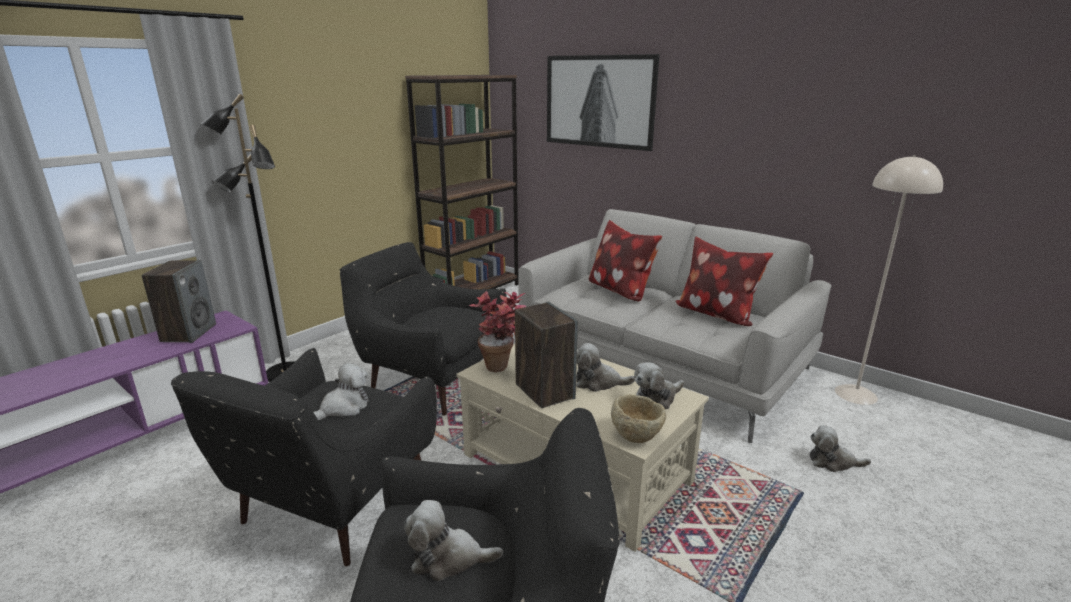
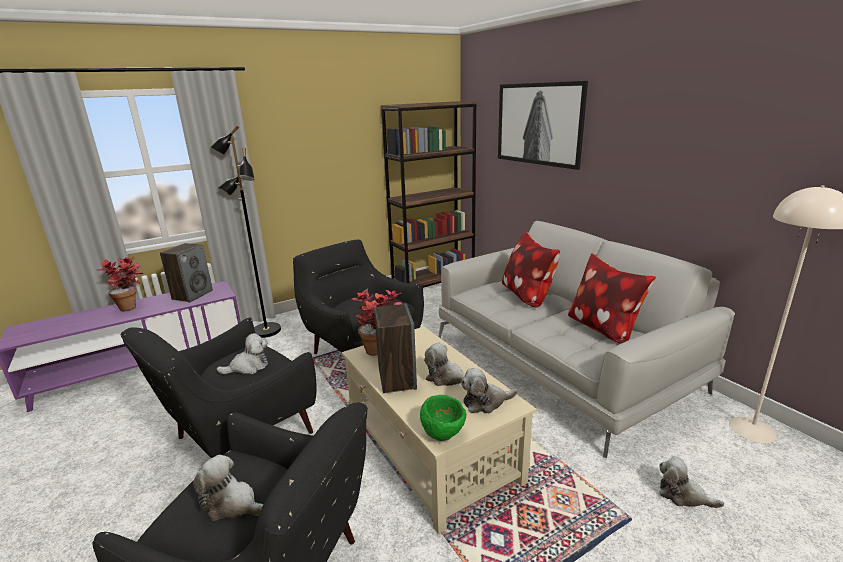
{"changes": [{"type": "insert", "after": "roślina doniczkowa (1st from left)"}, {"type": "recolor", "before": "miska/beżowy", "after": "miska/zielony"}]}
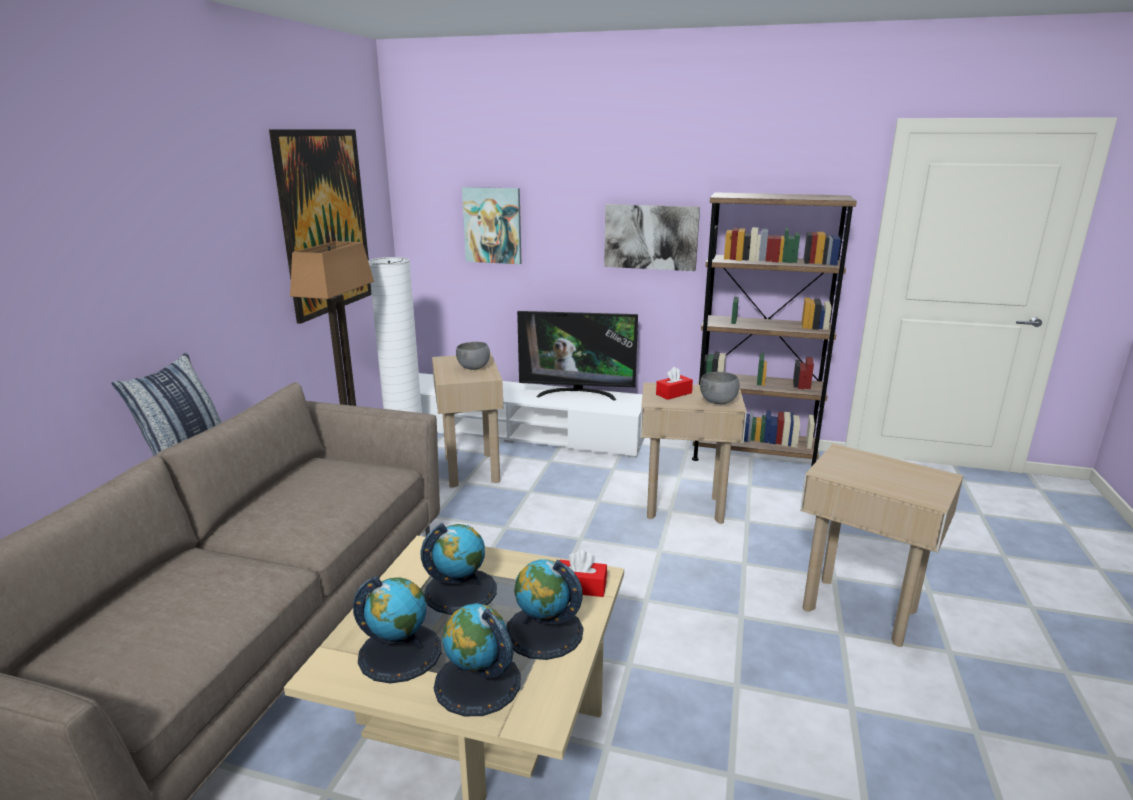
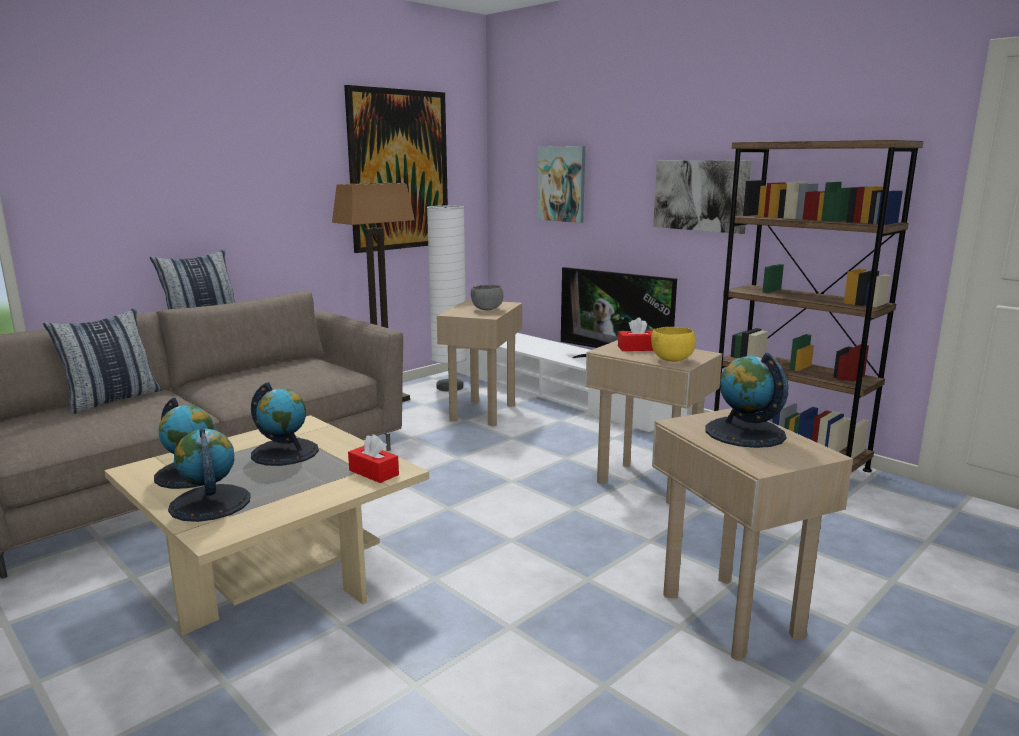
{"changes": [{"type": "insert", "after": "poduszka (1st from left)"}, {"type": "move", "before": "globus (4th from left)"}, {"type": "recolor", "before": "miska/szary (2nd from left)", "after": "miska/żółty"}]}
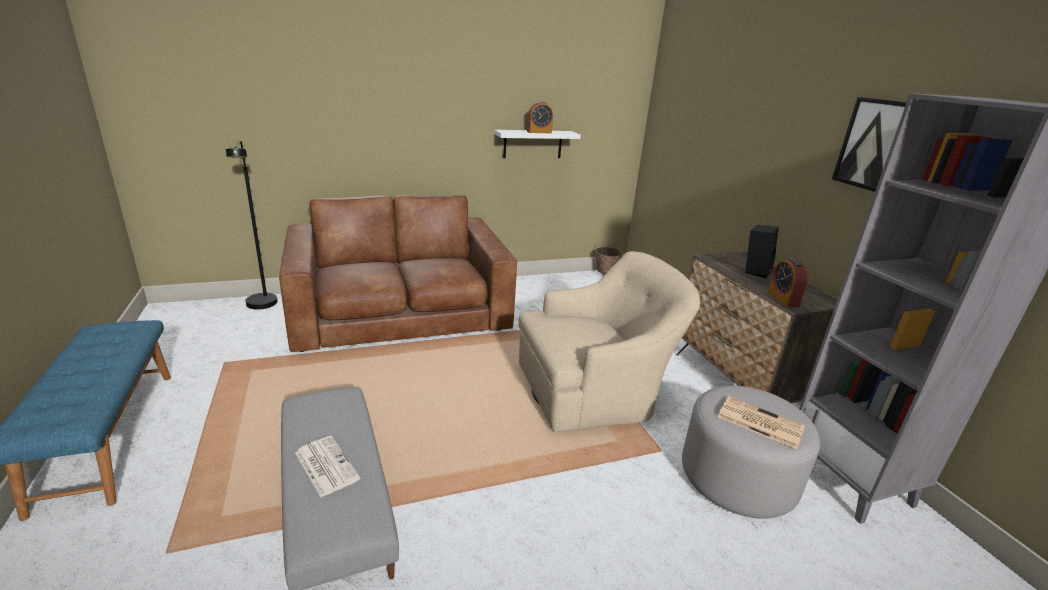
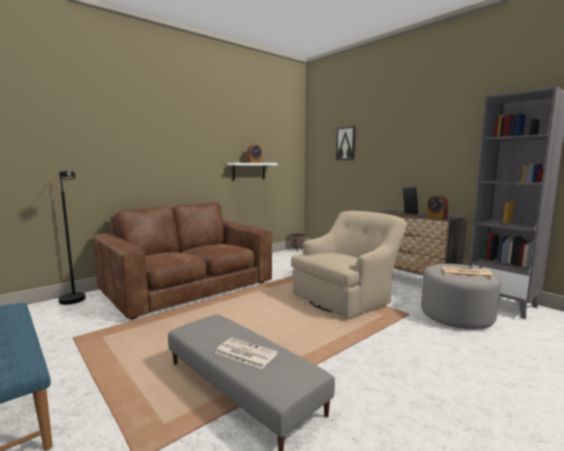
{"changes": [{"type": "move", "before": "obraz"}]}
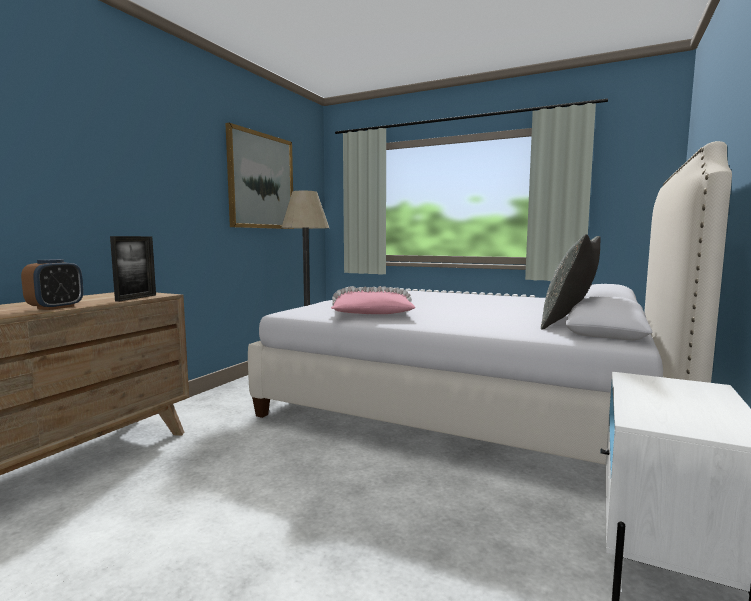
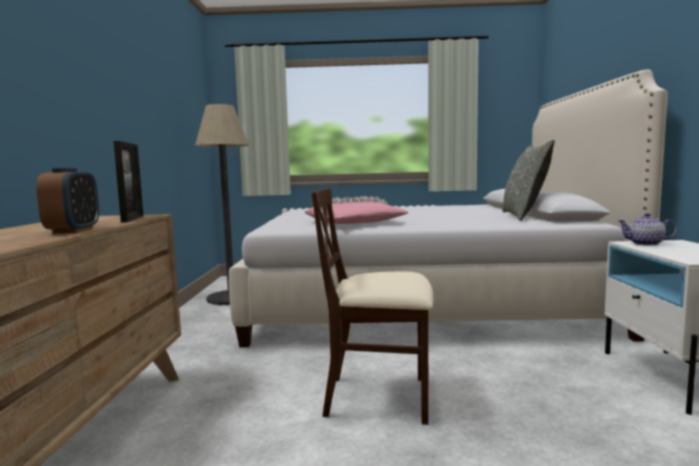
{"changes": [{"type": "delete", "before": "obraz"}, {"type": "insert", "after": "krzesło/beżowy"}, {"type": "insert", "after": "imbryk"}]}
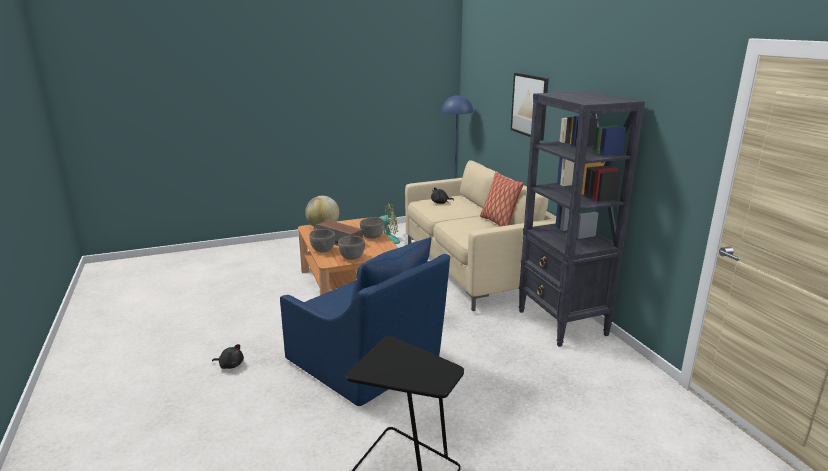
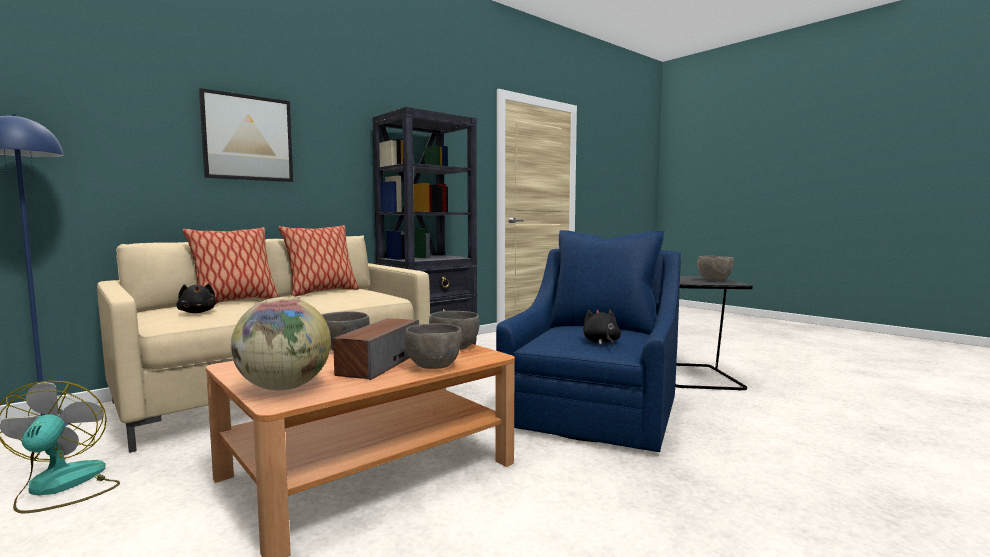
{"changes": [{"type": "insert", "after": "poduszka (1st from left)"}, {"type": "insert", "after": "miska/szary (4th from left)"}, {"type": "move", "before": "pluszak/czarny (1st from left in the first image)", "after": "pluszak/czarny (2nd from left)"}]}
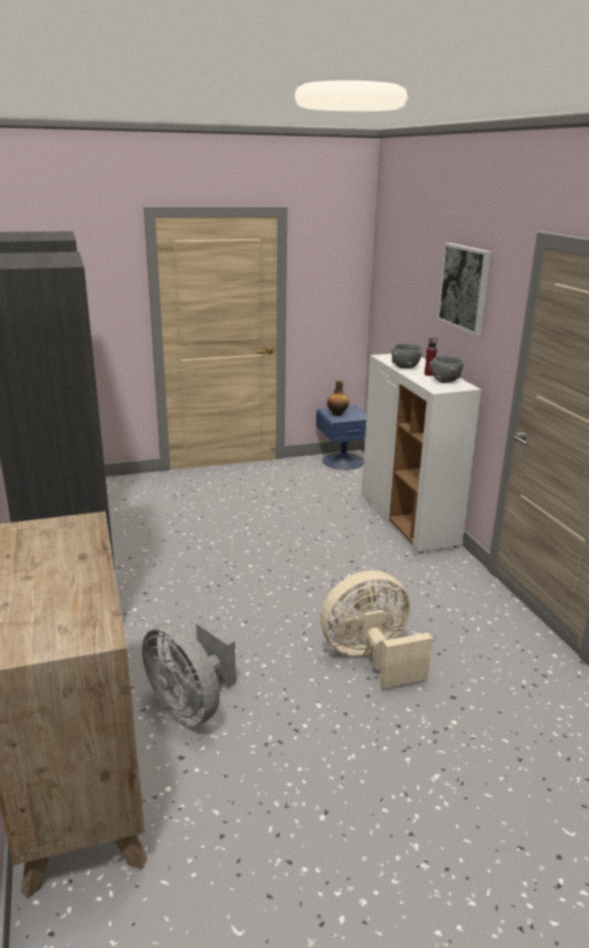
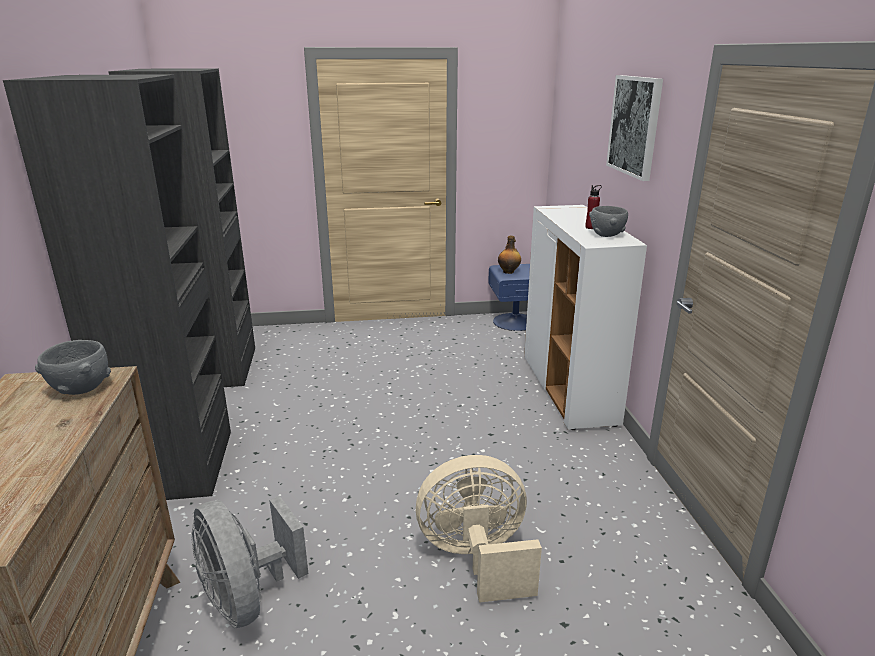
{"changes": [{"type": "move", "before": "miska/szary (1st from left)"}]}
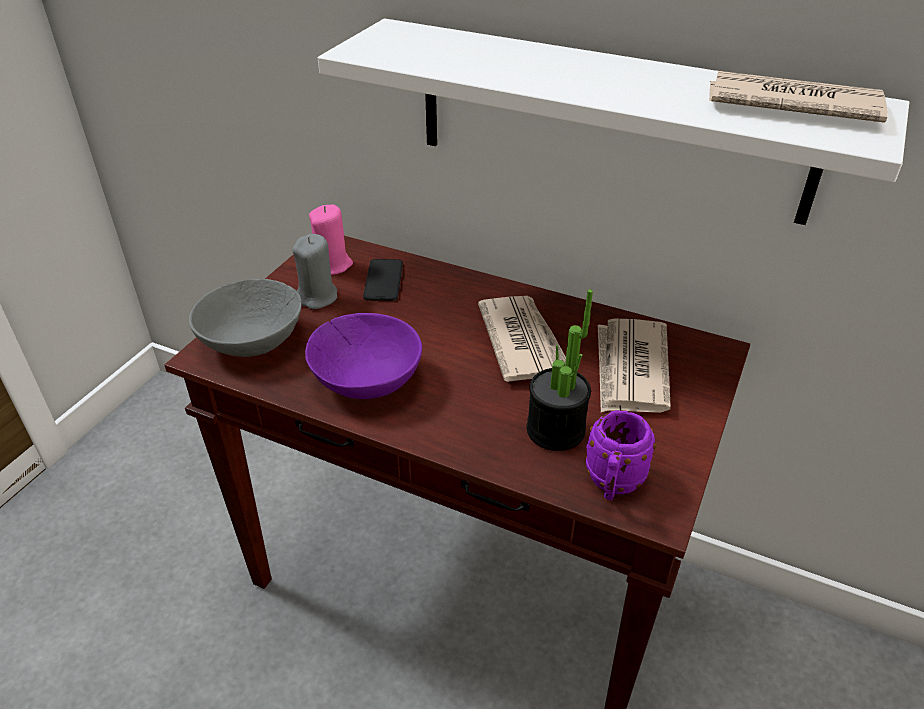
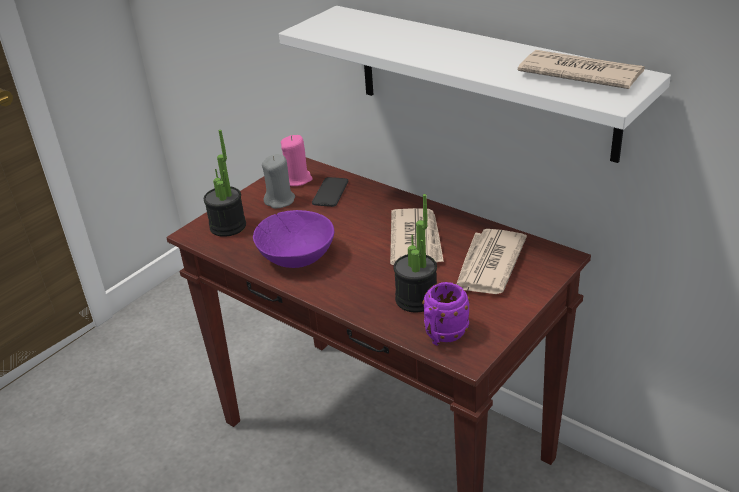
{"changes": [{"type": "replace", "before": "miska/szary", "after": "roślina doniczkowa (1st from left)"}]}
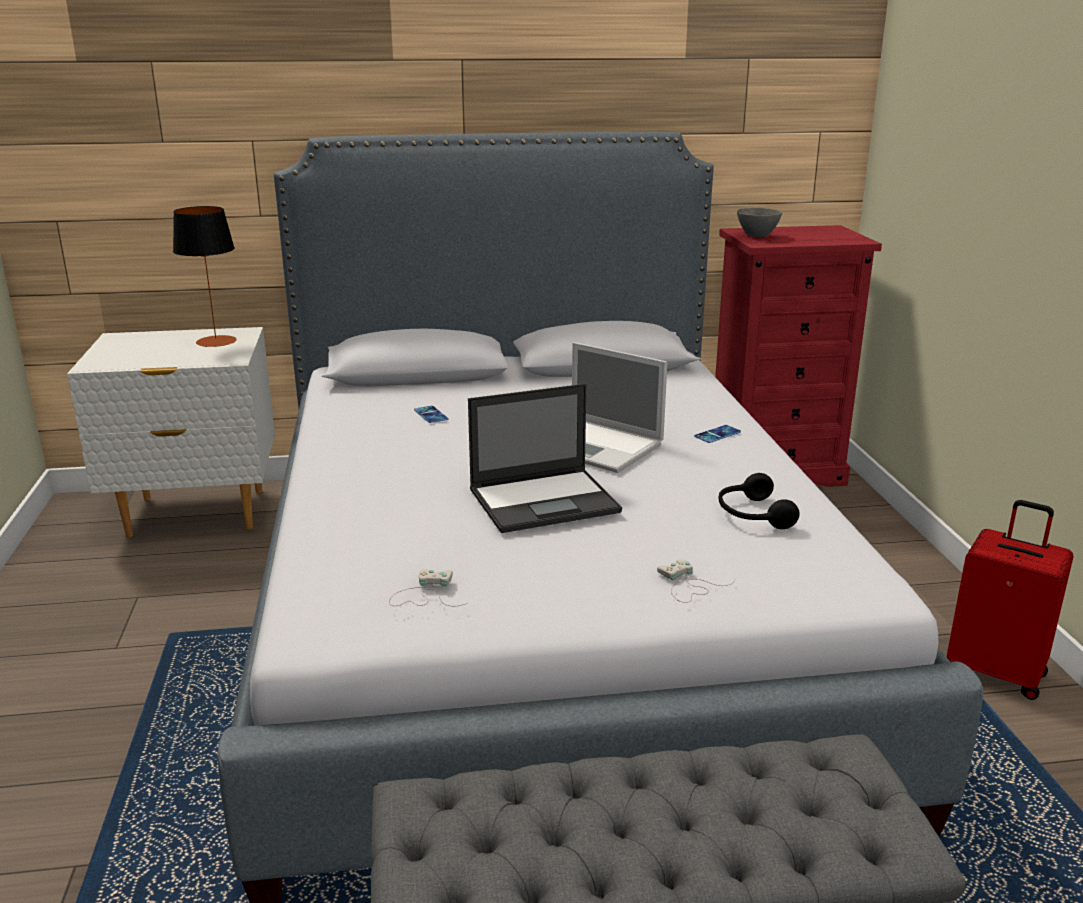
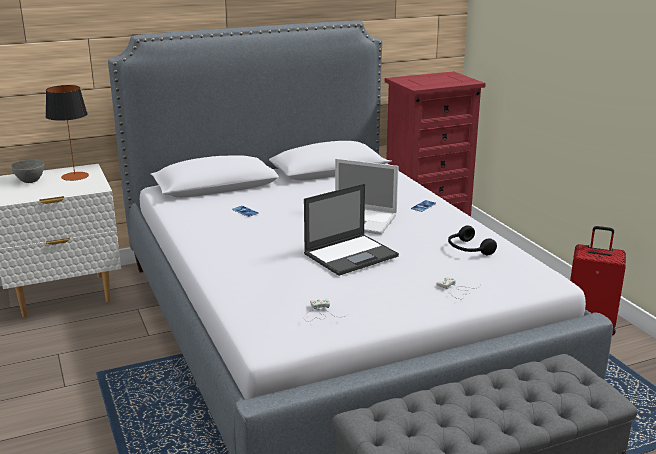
{"changes": [{"type": "move", "before": "miska/szary"}]}
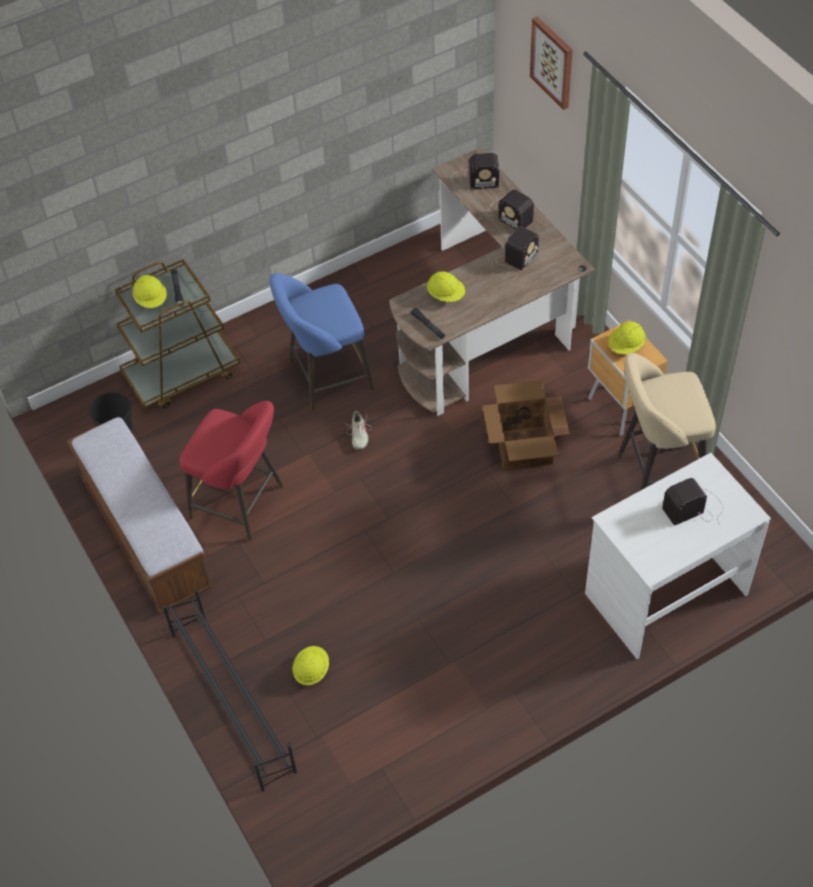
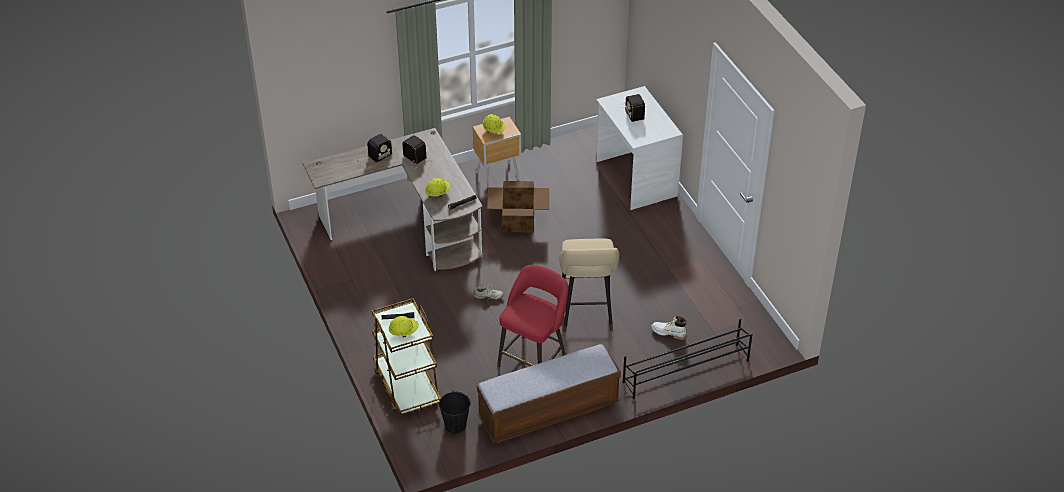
{"changes": [{"type": "delete", "before": "stołek/niebieski"}, {"type": "delete", "before": "radio (1st from left)"}, {"type": "delete", "before": "obraz"}, {"type": "move", "before": "stołek/beżowy"}, {"type": "replace", "before": "kask/żółty (2nd from left)", "after": "but z cholewką/biały"}]}
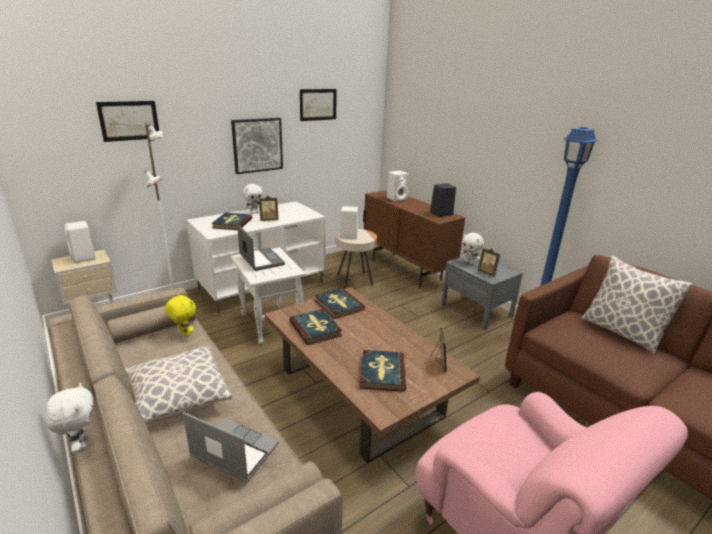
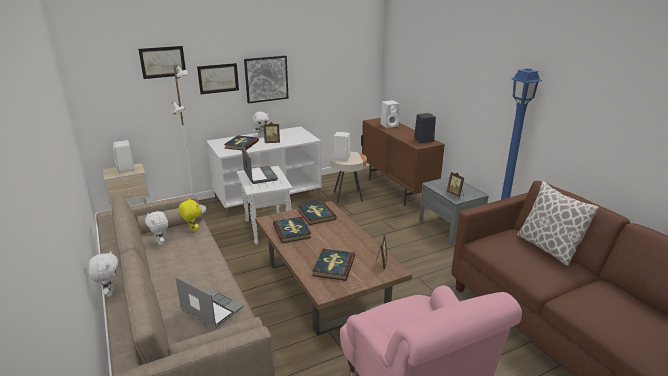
{"changes": [{"type": "delete", "before": "poduszka (1st from left)"}, {"type": "move", "before": "obraz (3rd from left in the first image)", "after": "obraz (2nd from left)"}, {"type": "move", "before": "pluszak/biały (3rd from left in the first image)", "after": "pluszak/biały (2nd from left)"}]}
